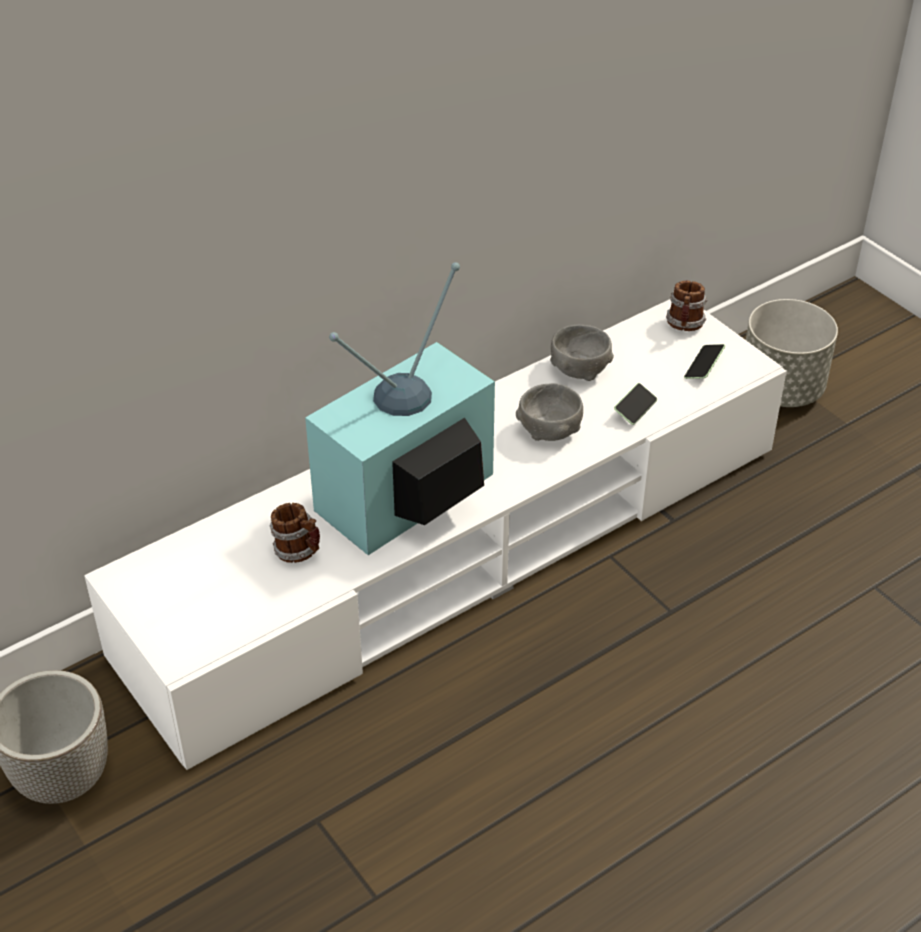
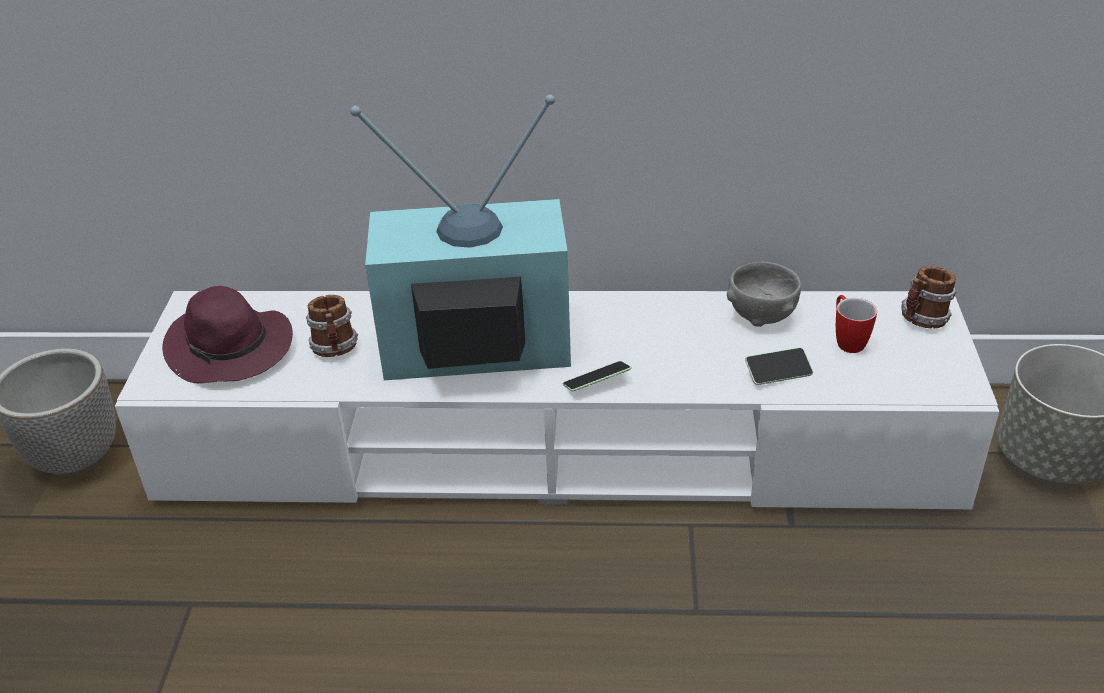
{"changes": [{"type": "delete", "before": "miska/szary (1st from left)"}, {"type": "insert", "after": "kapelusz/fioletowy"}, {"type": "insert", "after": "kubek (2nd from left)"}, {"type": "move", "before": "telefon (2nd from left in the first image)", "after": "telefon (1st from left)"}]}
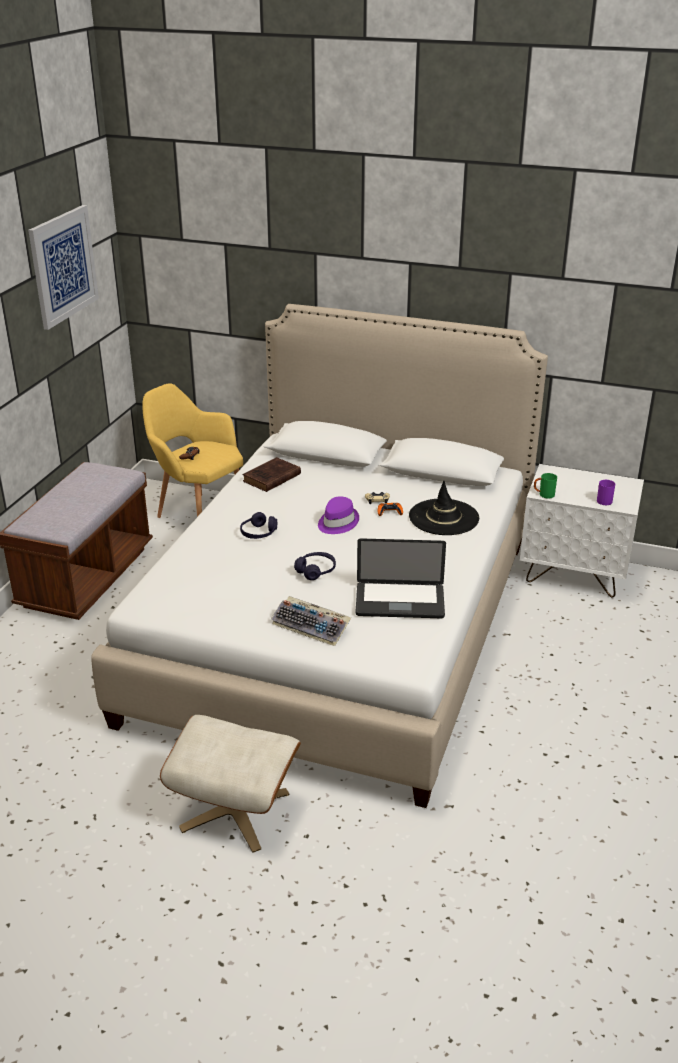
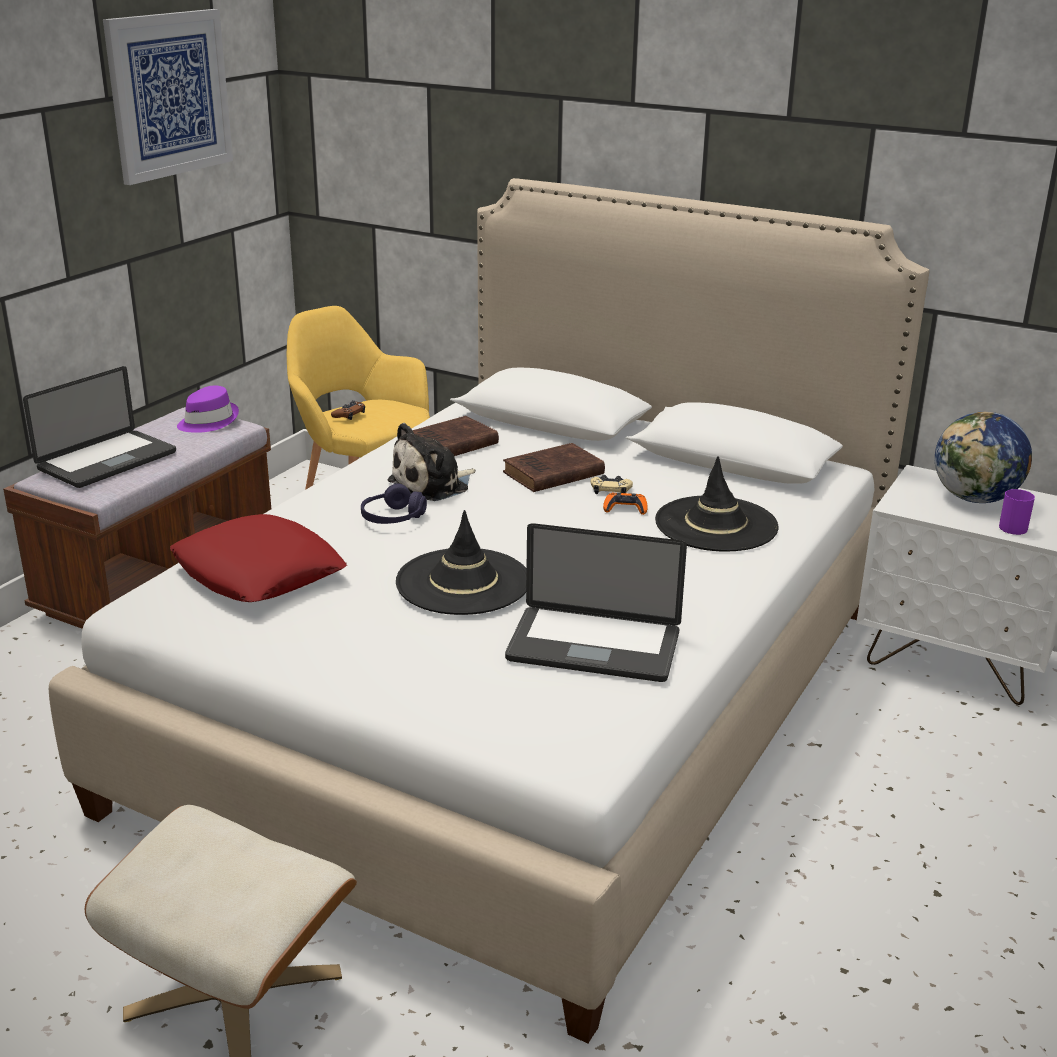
{"changes": [{"type": "delete", "before": "klawiatura"}, {"type": "delete", "before": "kubek/zielony"}, {"type": "insert", "after": "laptop (1st from left)"}, {"type": "insert", "after": "poduszka/czerwony"}, {"type": "insert", "after": "pluszak"}, {"type": "insert", "after": "książka/brązowy (2nd from left)"}, {"type": "insert", "after": "globus"}, {"type": "move", "before": "kapelusz/fioletowy"}, {"type": "replace", "before": "słuchawki/fioletowy (2nd from left)", "after": "kapelusz/czarny (1st from left)"}]}
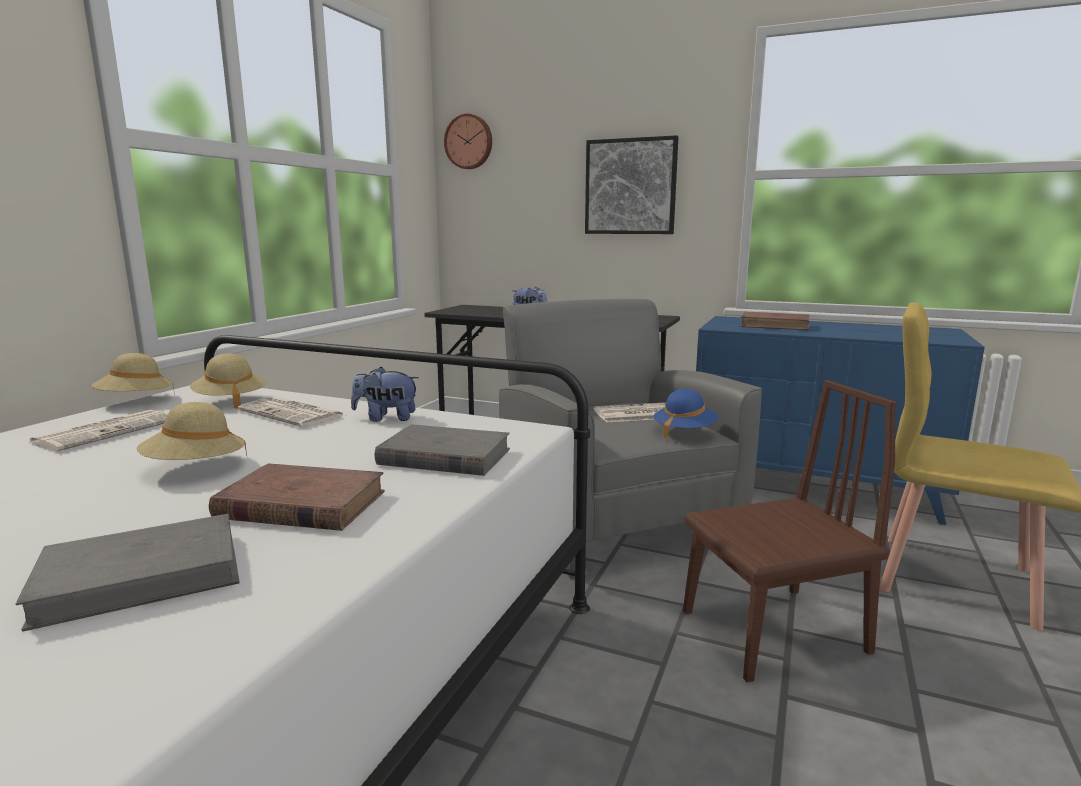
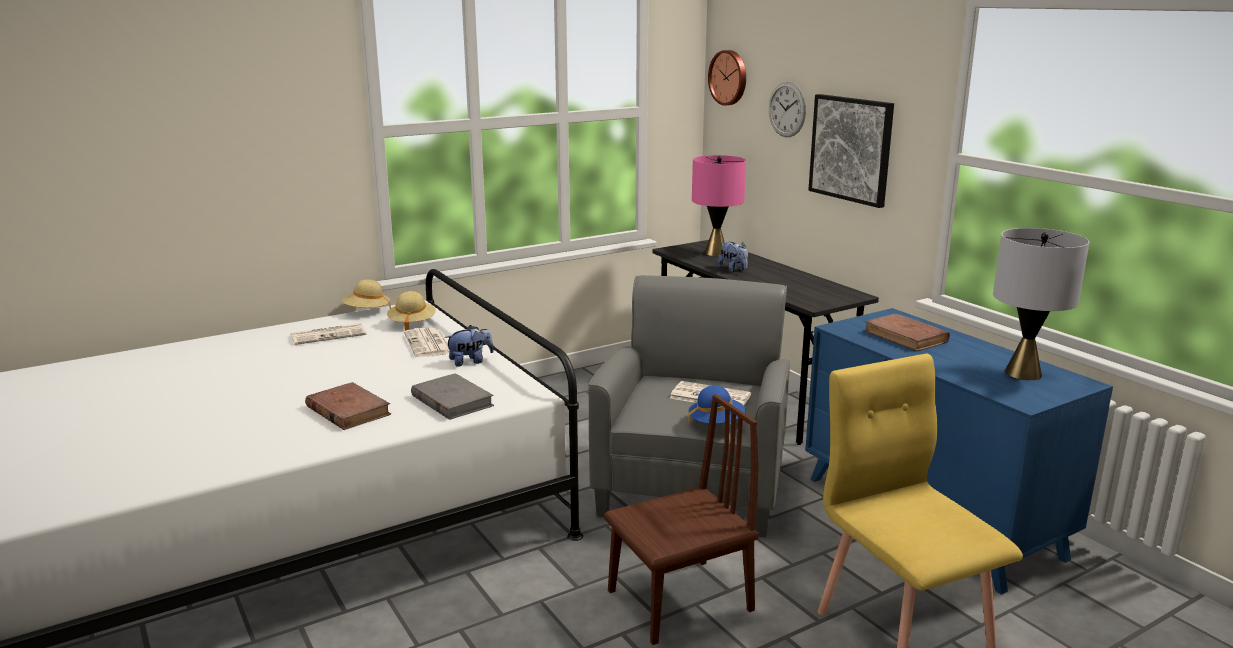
{"changes": [{"type": "delete", "before": "książka/szary (1st from left)"}, {"type": "delete", "before": "kapelusz/beżowy (2nd from left)"}, {"type": "insert", "after": "lampa stołowa/różowy"}, {"type": "insert", "after": "zegar ścienny (2nd from left)"}, {"type": "insert", "after": "lampa stołowa/szary"}, {"type": "rotate", "before": "pluszak (1st from left)", "turn": 120}, {"type": "rotate", "before": "krzesło/brązowy", "turn": -45}]}
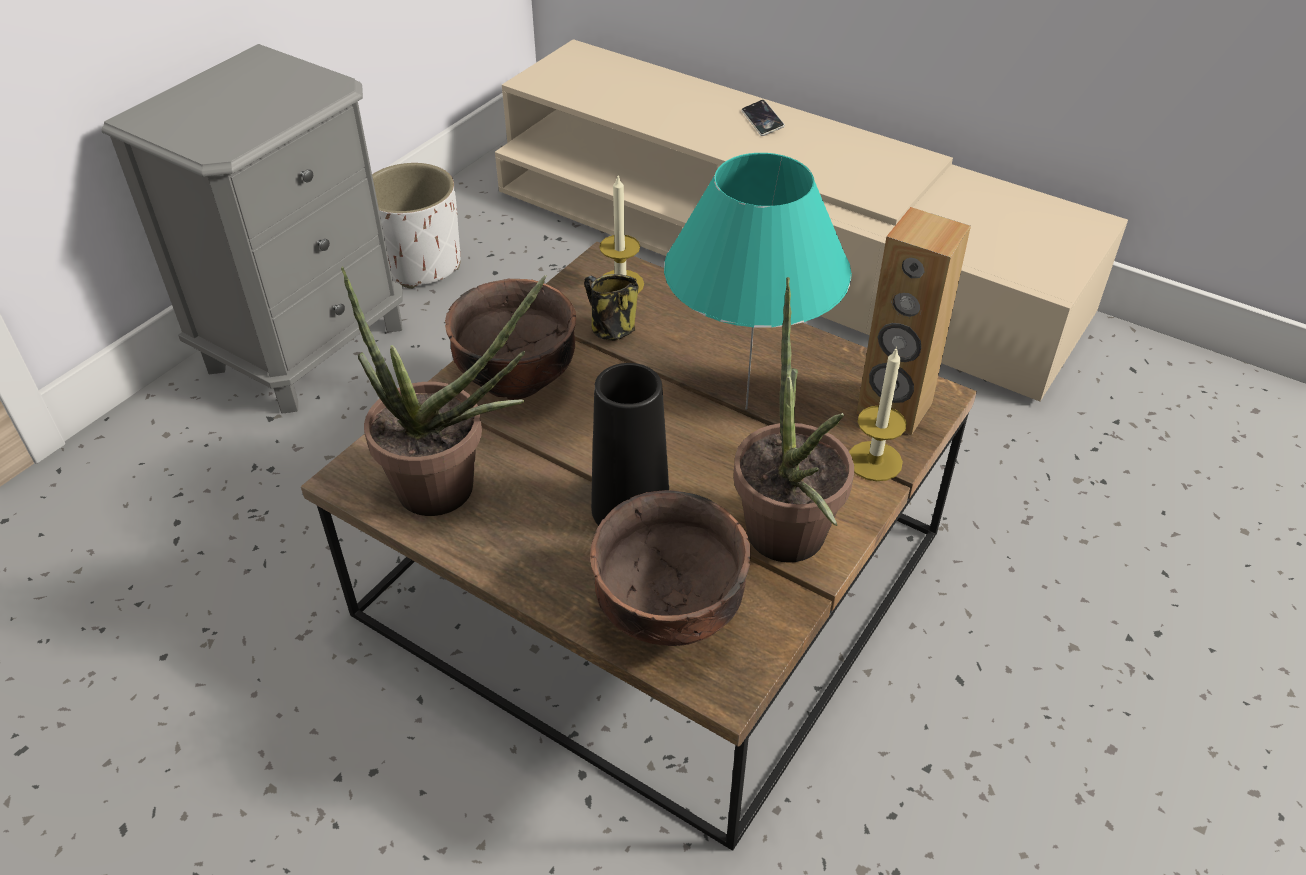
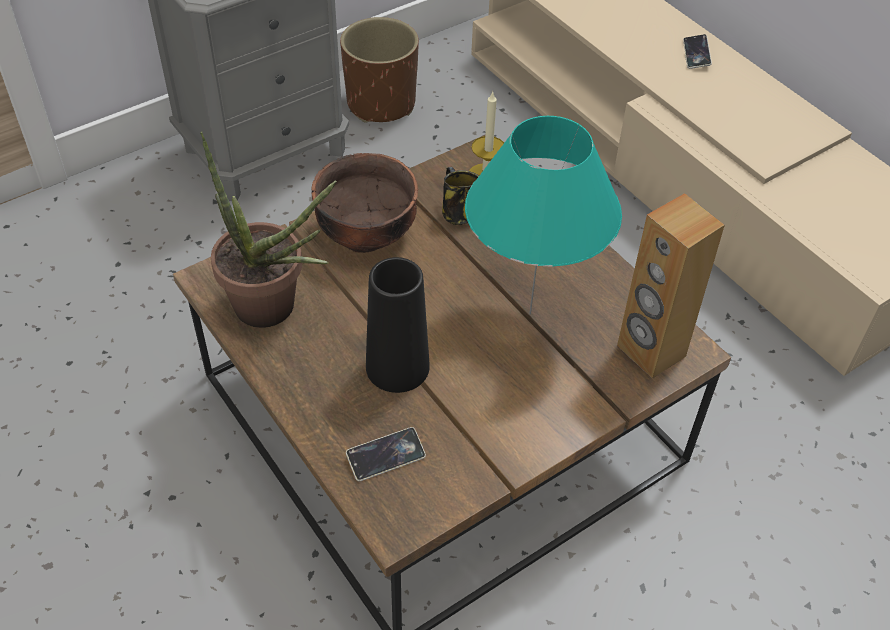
{"changes": [{"type": "delete", "before": "roślina doniczkowa (2nd from left)"}, {"type": "delete", "before": "świeca (2nd from left)"}, {"type": "replace", "before": "miska/brązowy (2nd from left)", "after": "telefon (1st from left)"}, {"type": "recolor", "before": "donica/biały", "after": "donica/brązowy"}]}
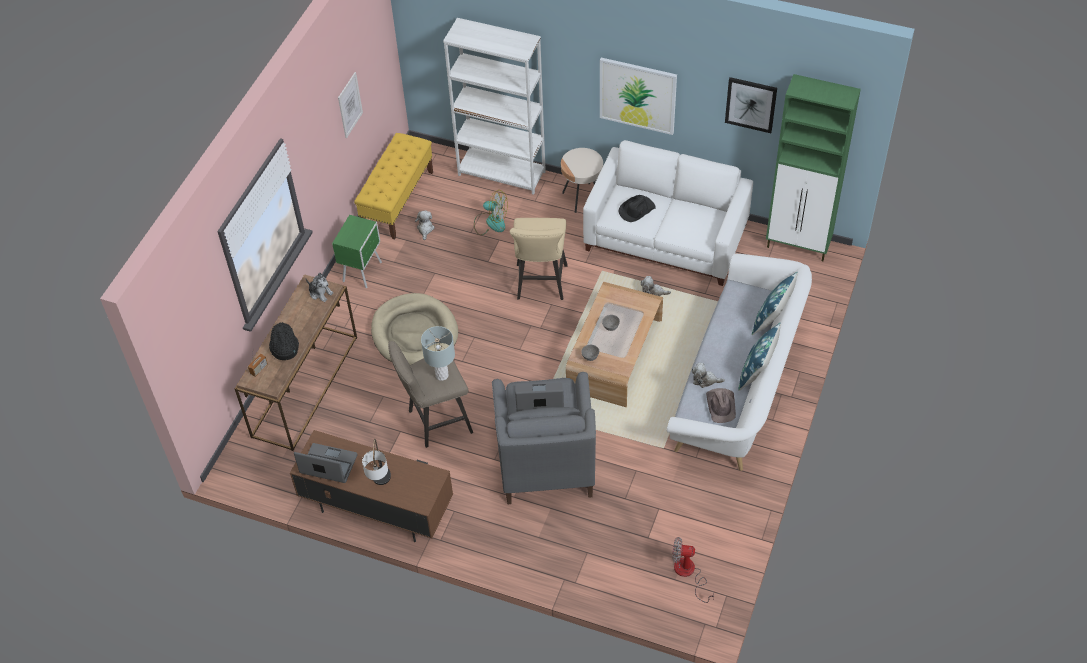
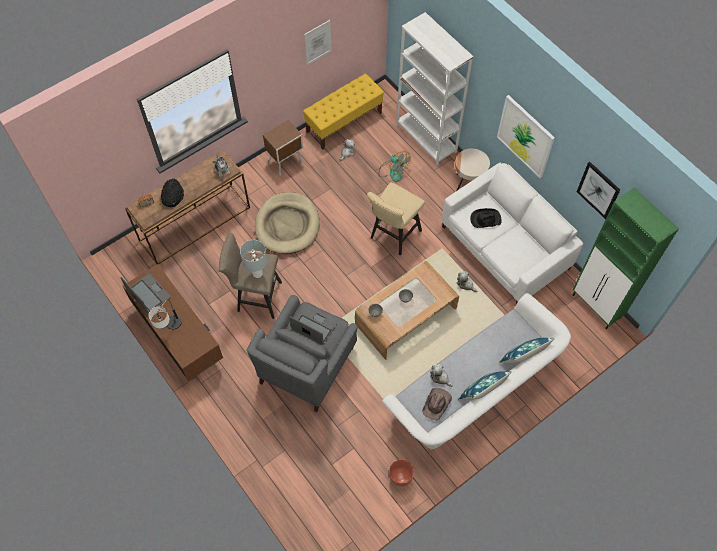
{"changes": [{"type": "delete", "before": "wentylator (2nd from left)"}, {"type": "insert", "after": "donica/brązowy"}, {"type": "recolor", "before": "szafka nocna/zielony", "after": "szafka nocna/brązowy"}]}
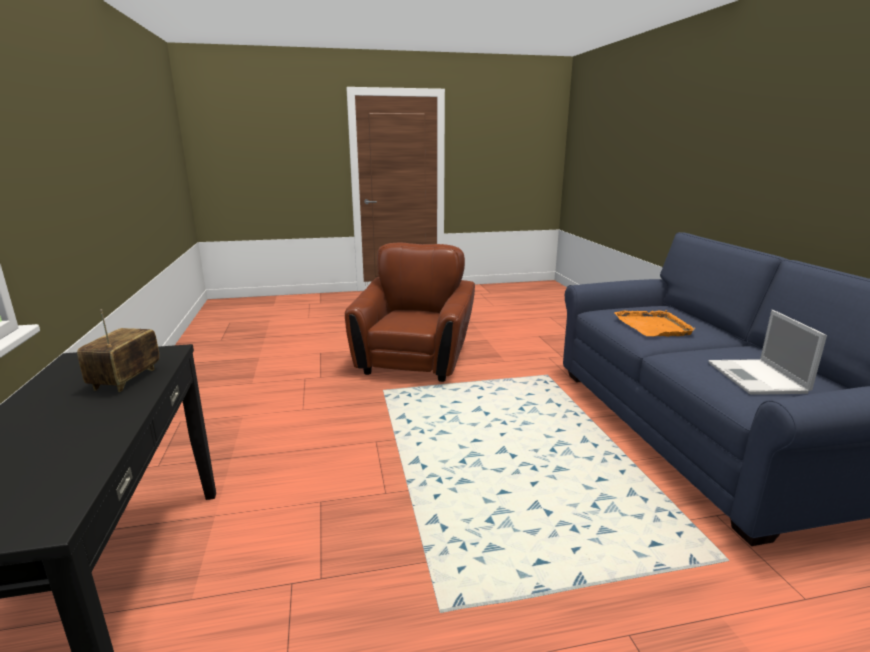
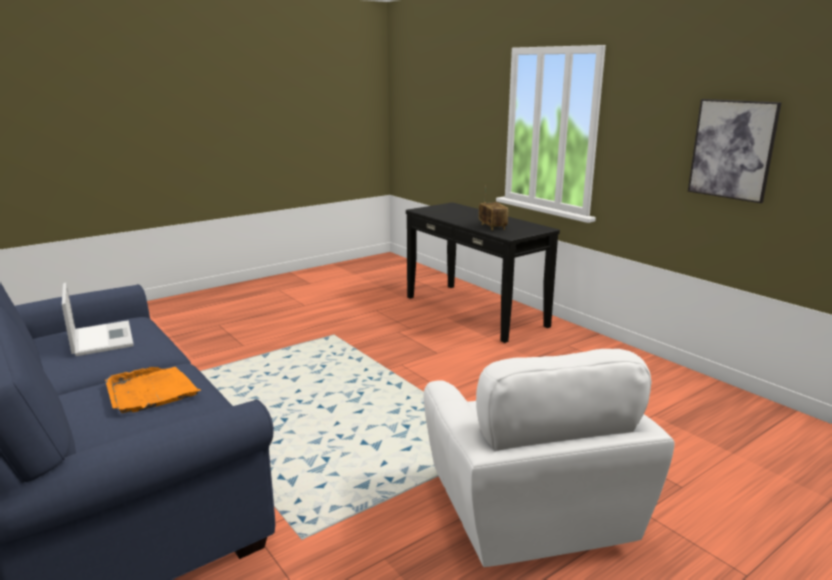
{"changes": [{"type": "insert", "after": "obraz"}, {"type": "recolor", "before": "fotel/brązowy", "after": "fotel/biały"}]}
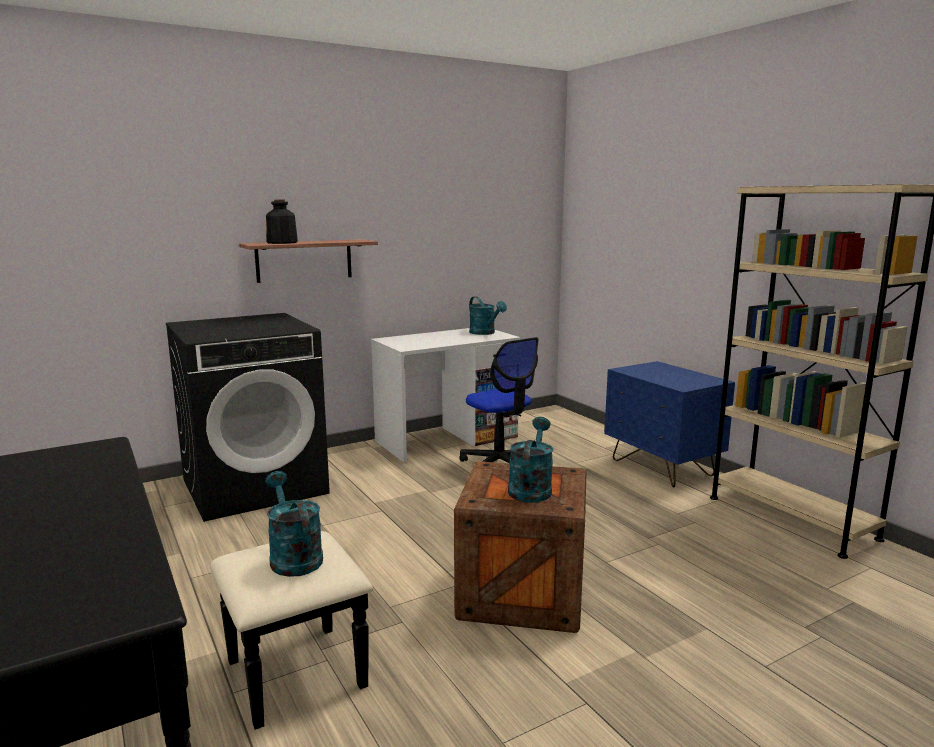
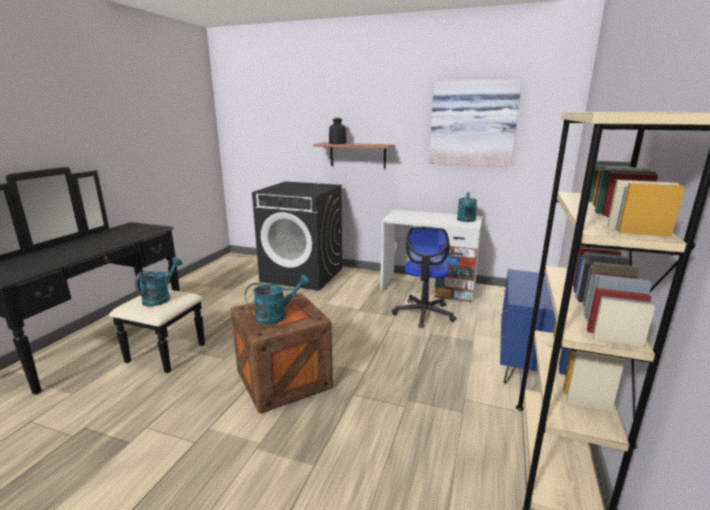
{"changes": [{"type": "insert", "after": "obraz"}]}
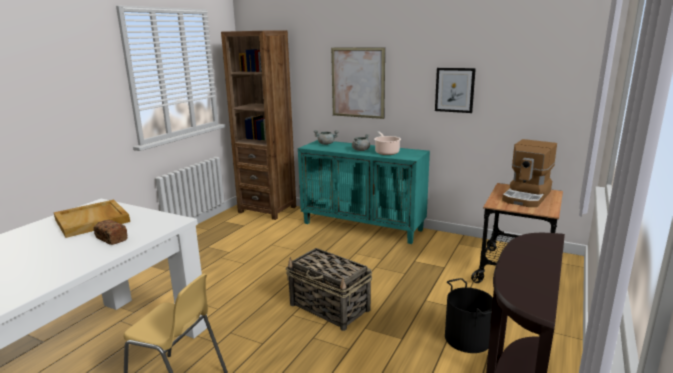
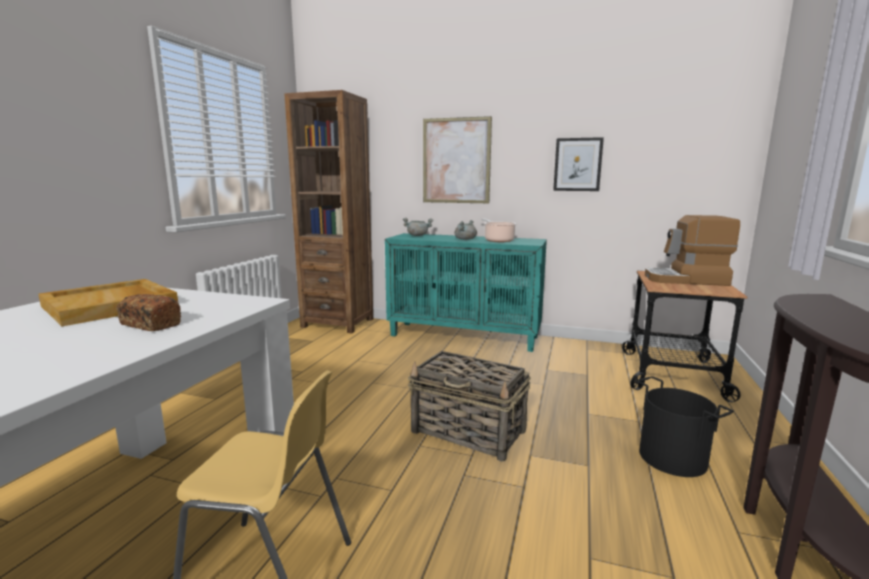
{"changes": [{"type": "rotate", "before": "ekspres do kawy", "turn": 75}]}
